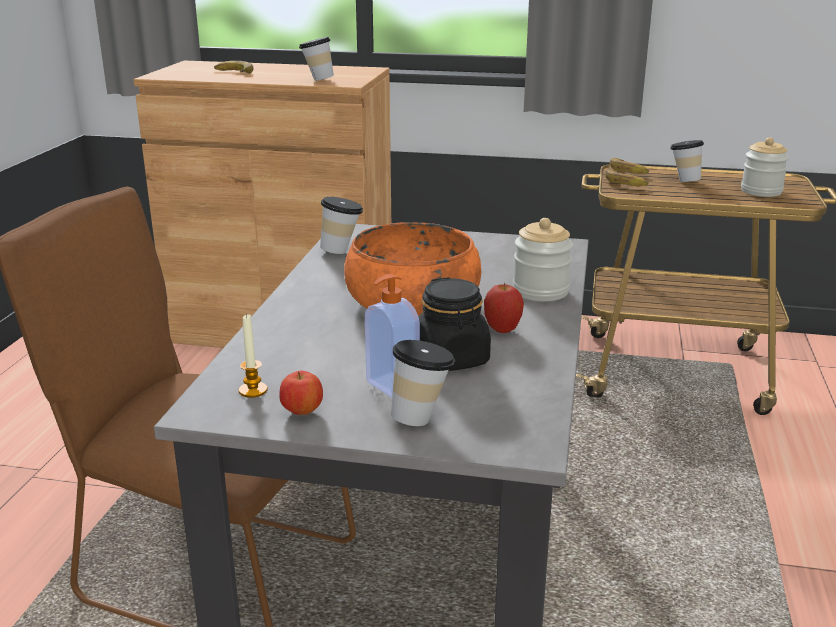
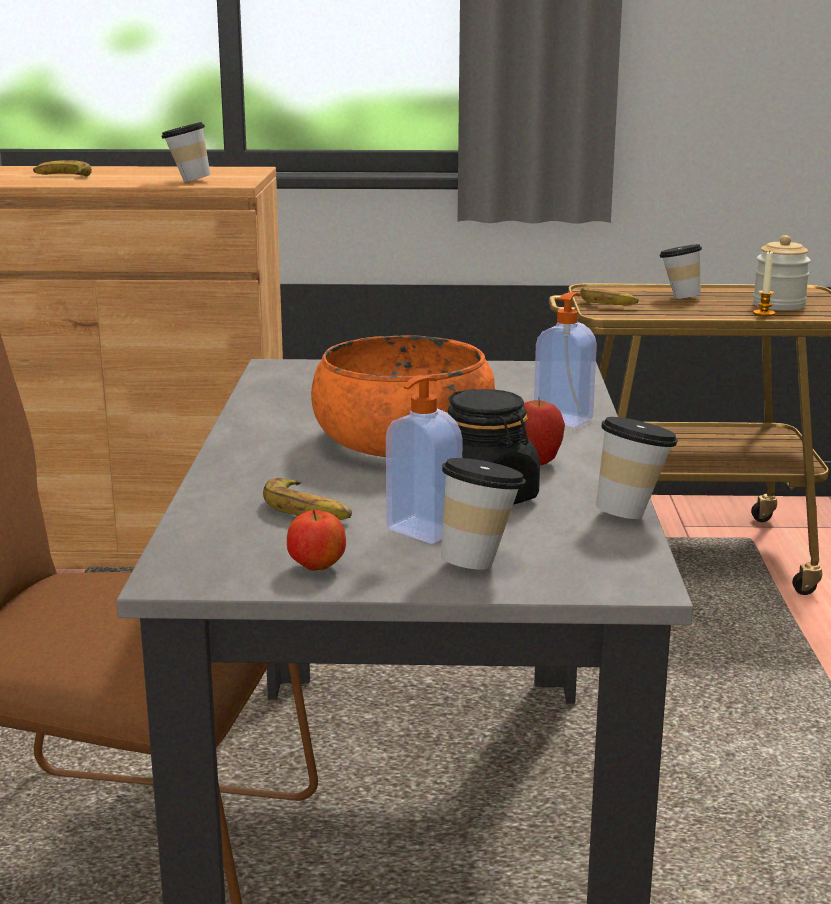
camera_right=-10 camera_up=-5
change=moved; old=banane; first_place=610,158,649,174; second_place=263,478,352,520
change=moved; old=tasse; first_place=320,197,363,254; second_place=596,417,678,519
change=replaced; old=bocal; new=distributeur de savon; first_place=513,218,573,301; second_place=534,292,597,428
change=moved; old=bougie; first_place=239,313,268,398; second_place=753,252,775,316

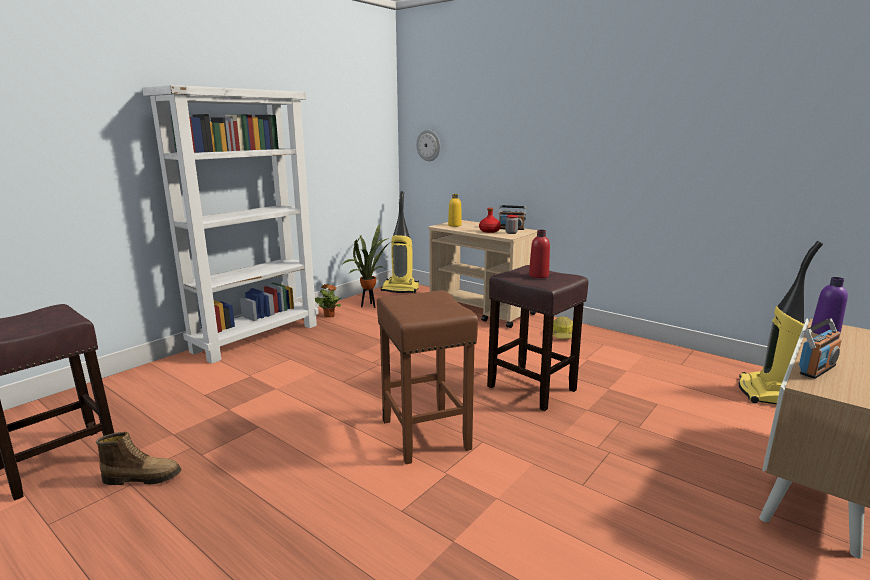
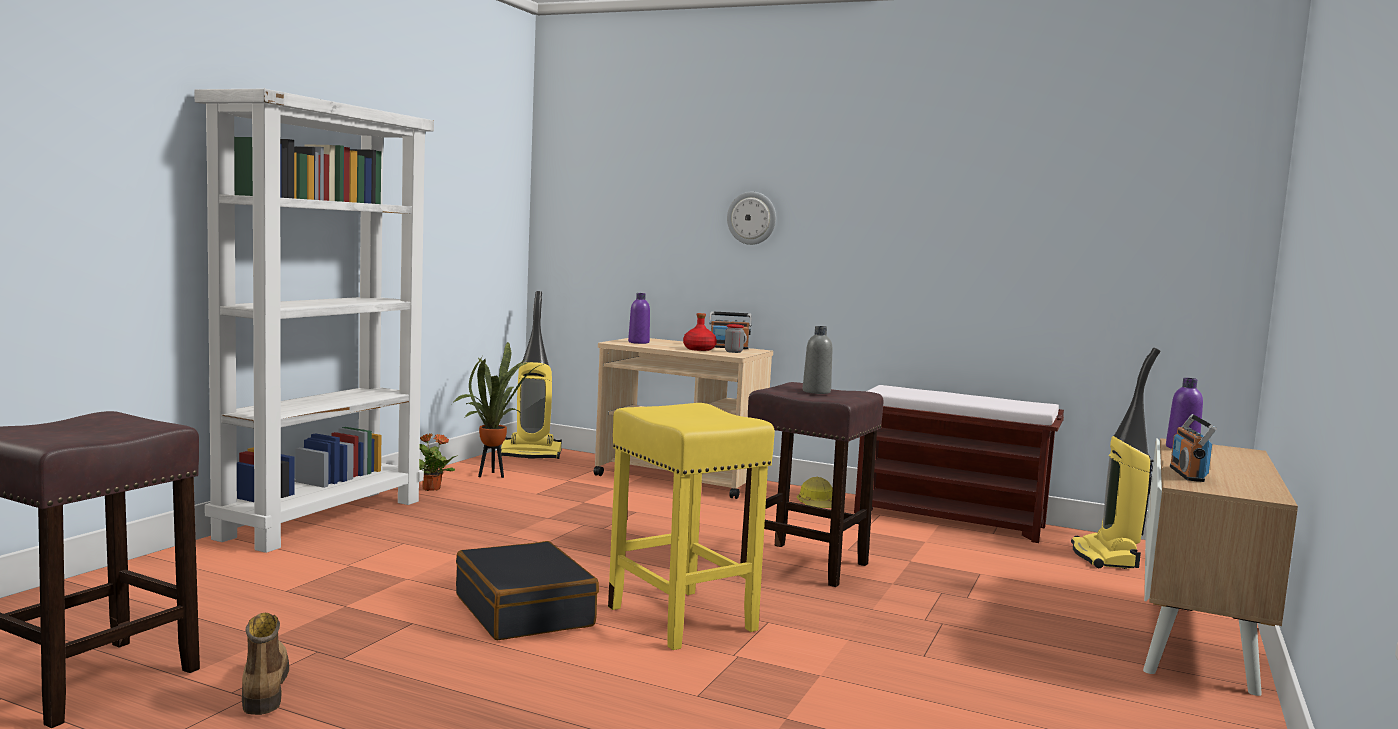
camera_right=-15 camera_up=-10
change=moved; old=horloge murale; first_place=416,130,440,161; second_place=727,192,776,245
change=recoloured; old=bouteille [jaune]; new=bouteille [violet]; first_place=448,194,462,227; second_place=628,293,650,344
change=recoloured; old=bouteille [rouge]; new=bouteille [gris]; first_place=529,230,550,278; second_place=803,326,833,394
change=recoloured; old=tabouret [marron]; new=tabouret [jaune]; first_place=377,290,478,464; second_place=608,403,775,650
change=turned; old=radio; first_place=799,318,841,379; second_place=1170,414,1217,482; degrees=150
change=turned; old=botte; first_place=96,432,181,485; second_place=242,613,289,715; degrees=-90
change=added; new=banc [marron]; second_place=854,385,1064,543
change=added; new=valise [noir]; second_place=456,541,599,640

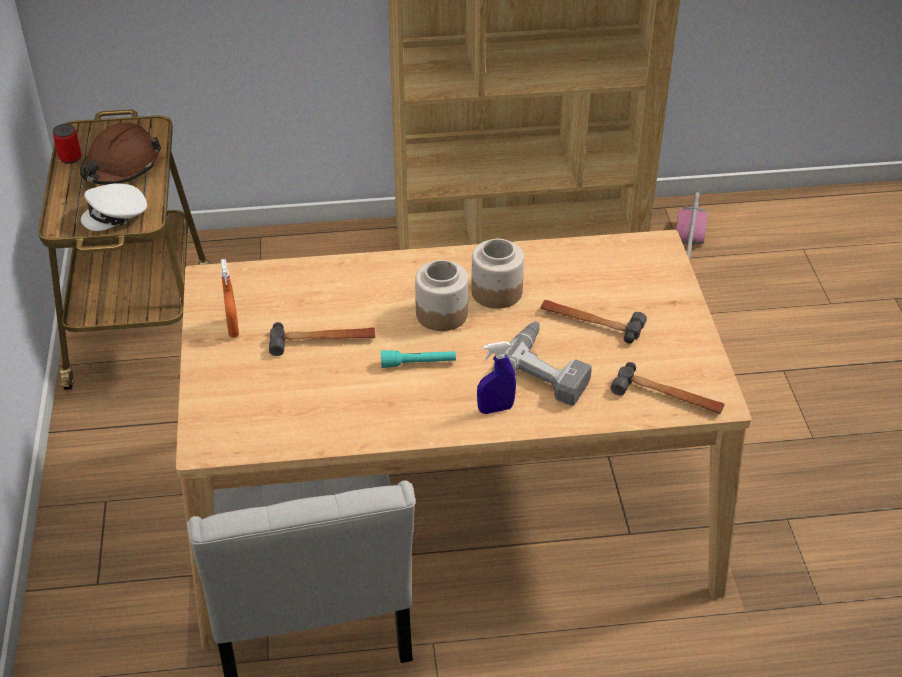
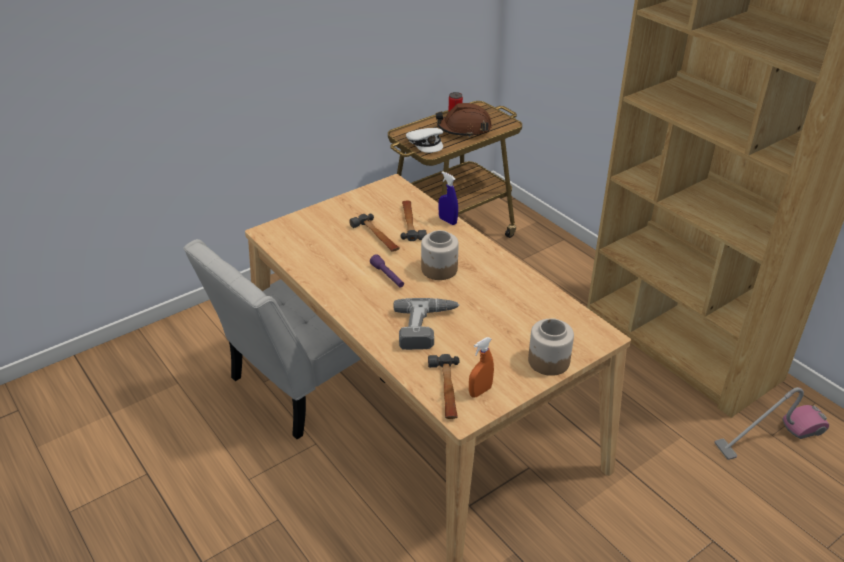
camera_right=60 camera_up=-5
change=turned; old=casquette [blanc]; first_place=81,183,147,231; second_place=406,128,443,153; degrees=-150
change=moved; old=bocal; first_place=471,239,524,309; second_place=528,318,574,376
change=moved; old=vaporisateur [orange]; first_place=221,259,239,337; second_place=469,337,494,398
change=moved; old=marteau; first_place=540,300,647,344; second_place=401,200,427,241
change=moved; old=vaporisateur [bleu]; first_place=477,341,516,414; second_place=438,171,458,225
change=recoloured; old=lampe de poche [turquoise]; new=lampe de poche [violet]; first_place=381,350,456,368; second_place=370,254,404,288

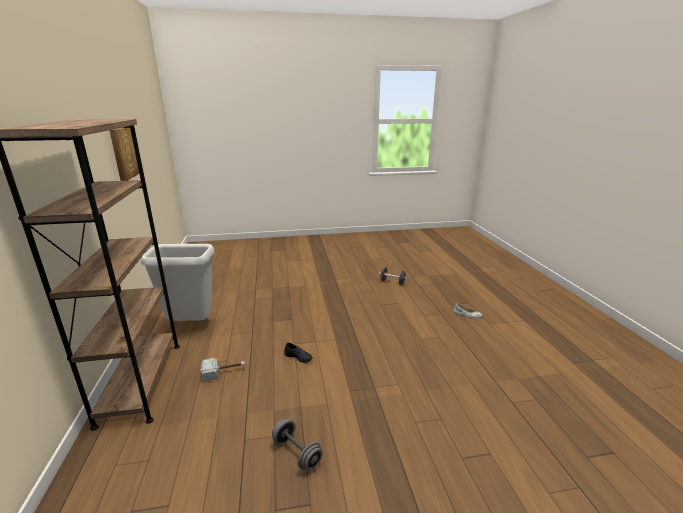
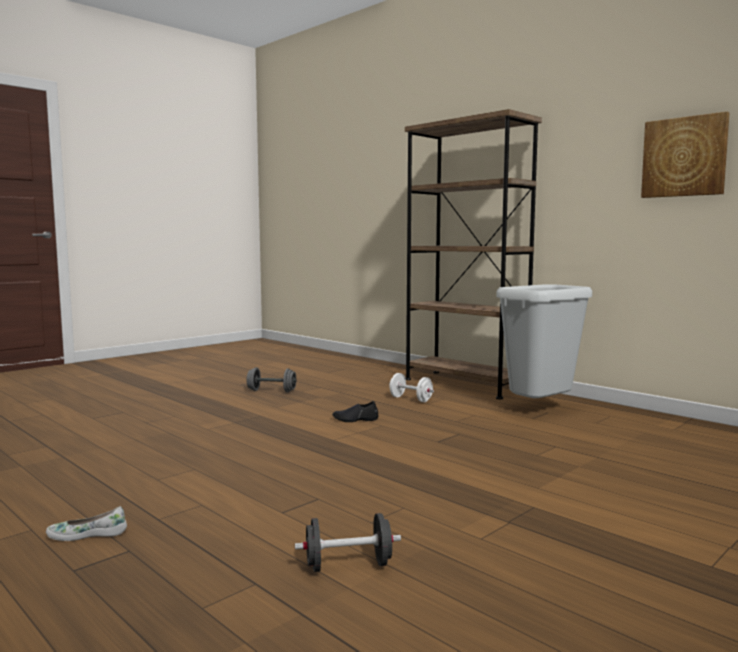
camera_right=145 camera_up=-15
change=replaced; old=marteau; new=haltère [blanc]; first_place=201,358,245,382; second_place=389,373,434,402

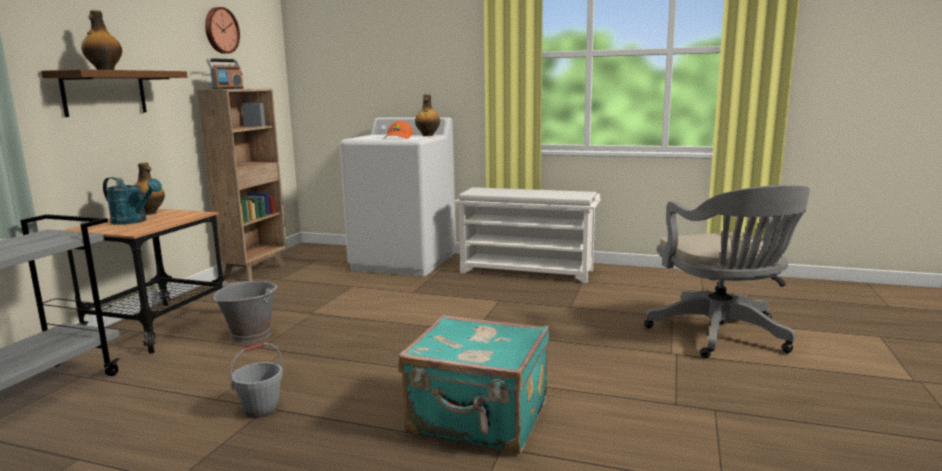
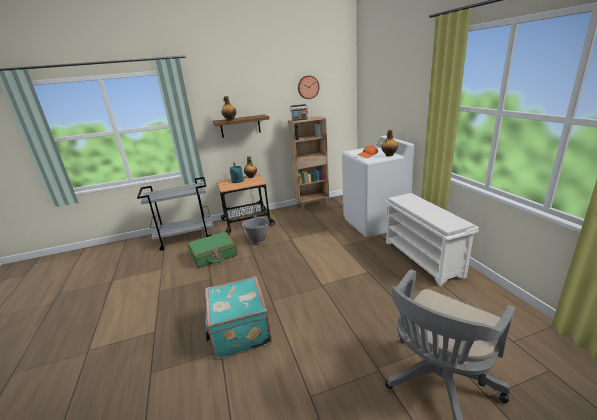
camera_right=55 camera_up=10
change=removed; old=seau [gris]; first_place=230,342,283,418
change=added; new=valise [vert]; second_place=188,232,238,268

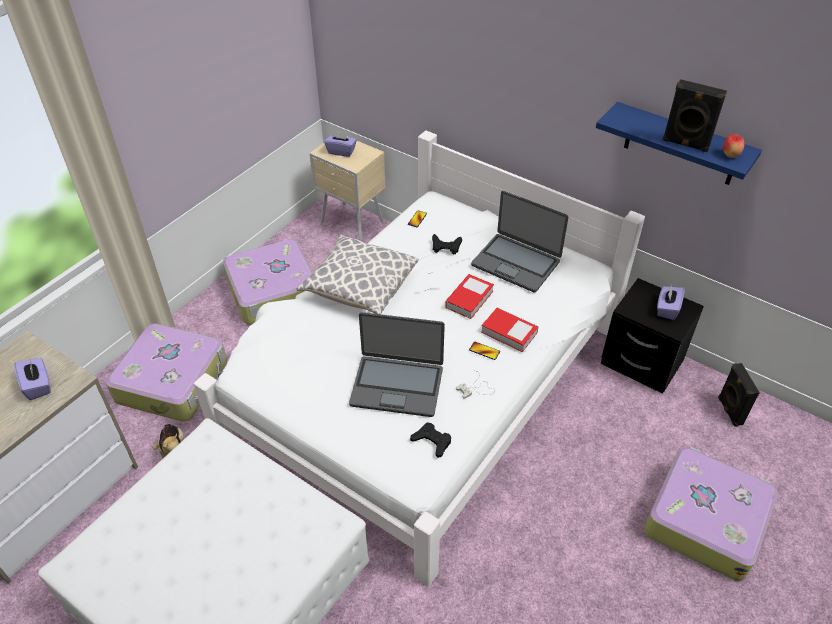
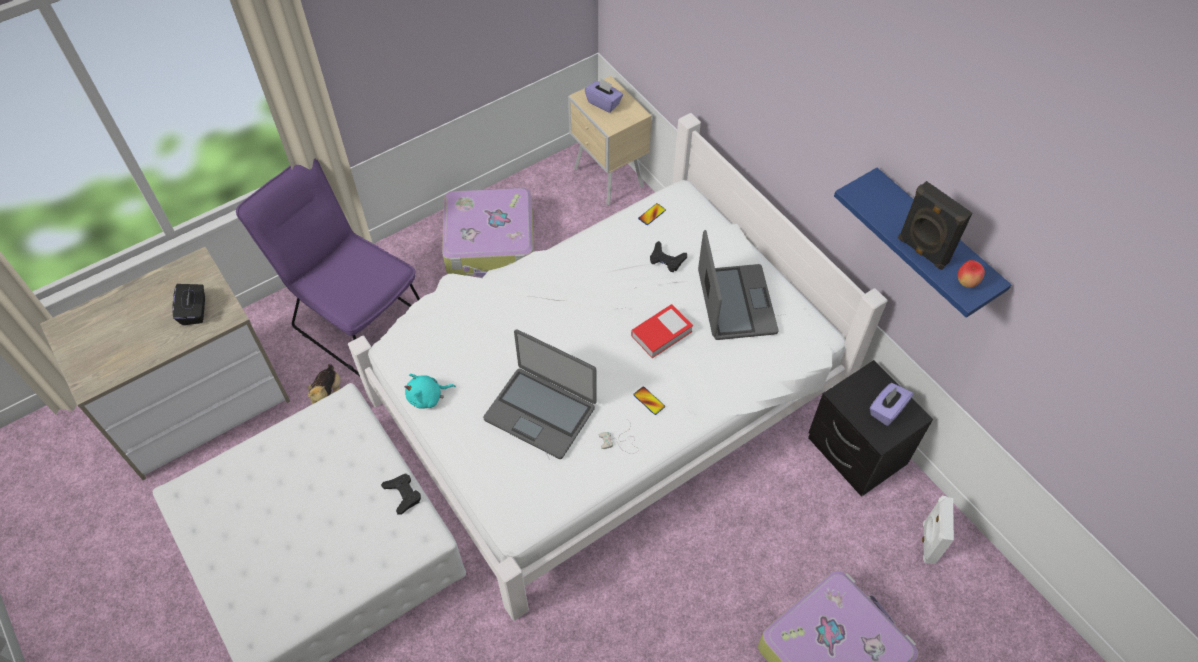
camera_right=20 camera_up=10
change=turned; old=ordinateur portable; first_place=471,191,568,293; second_place=698,230,778,340; degrees=-150
change=removed; old=coussin; first_place=297,234,419,314
change=removed; old=livre; first_place=481,308,538,352
change=replaced; old=valise; new=chaise [violet]; first_place=106,323,227,422; second_place=236,159,420,376
change=recoloured; old=boîte à mouchoirs [violet]; new=boîte à mouchoirs [noir]; first_place=14,358,51,400; second_place=172,284,205,325
change=recoloured; old=enceinte [noir]; new=enceinte [blanc]; first_place=718,363,760,427; second_place=922,496,954,564
change=moved; old=manette [noir]; first_place=410,423,451,458; second_place=381,474,421,515
change=added; new=peluche [turquoise]; second_place=404,374,456,409

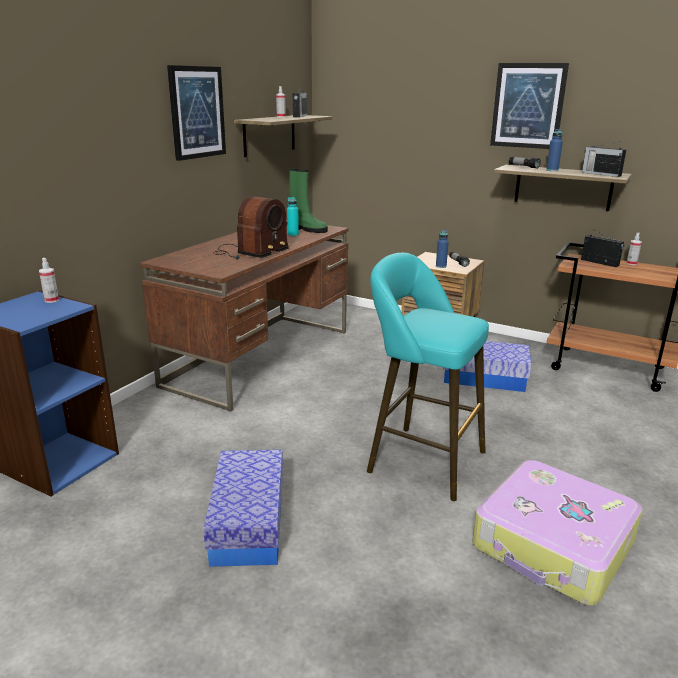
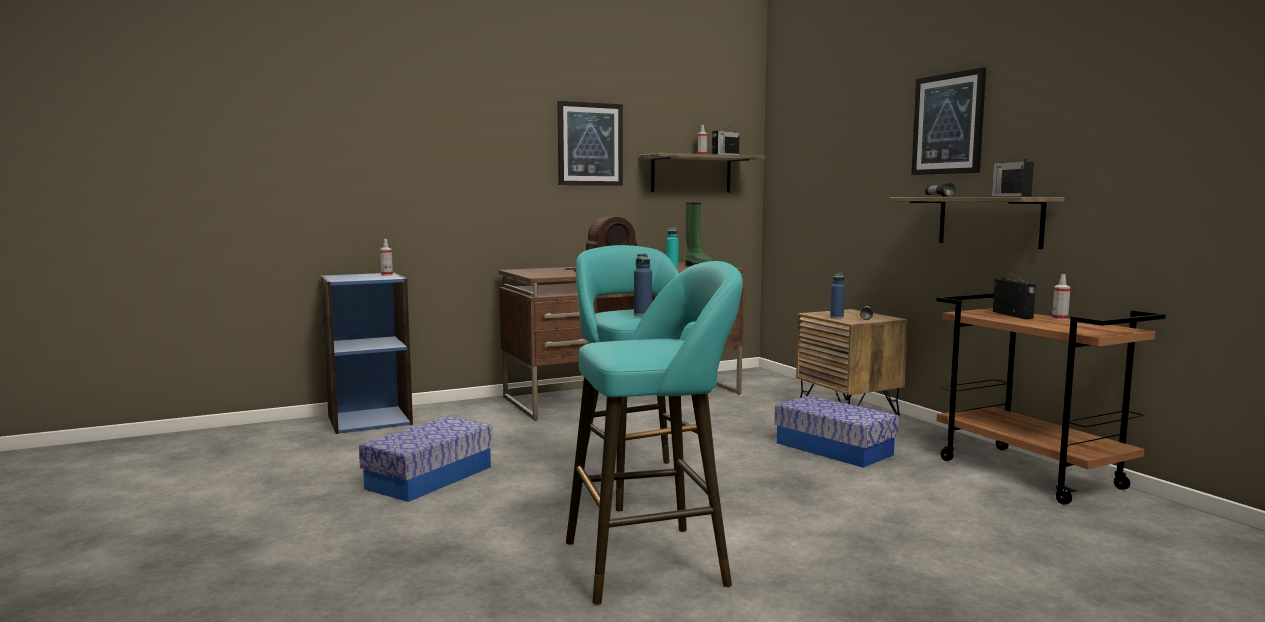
camera_right=35 camera_up=-15
change=moved; old=bouteille [bleu]; first_place=546,129,563,171; second_place=634,254,652,316
change=replaced; old=valise; new=tabouret [turquoise]; first_place=472,460,642,606; second_place=566,261,743,605

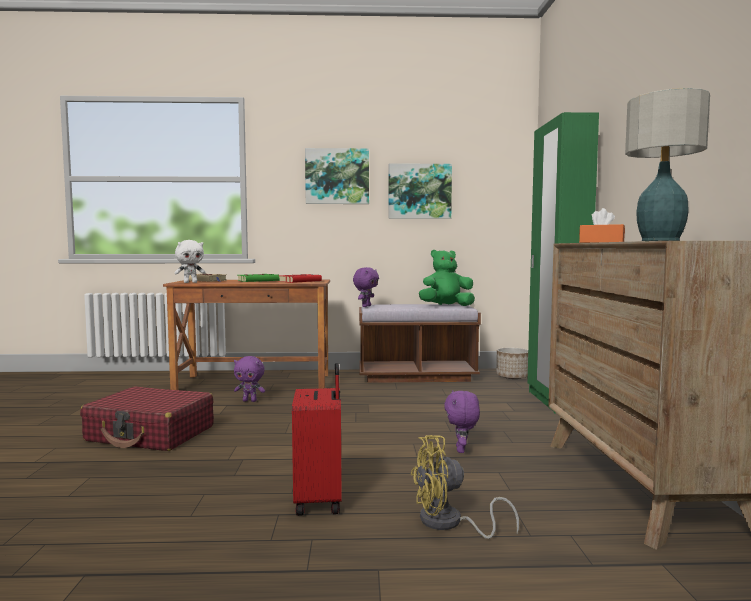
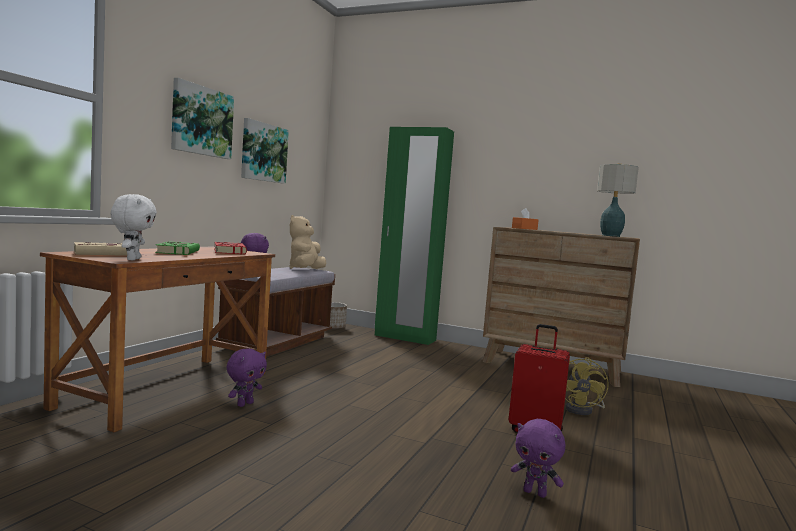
camera_right=-65 camera_up=0
change=recoloured; old=peluche [vert]; new=peluche [beige]; first_place=419,250,475,306; second_place=289,215,327,269
change=removed; old=valise [rouge]; first_place=80,386,214,451
change=moved; old=peluche [violet]; first_place=444,390,480,453; second_place=511,419,565,498

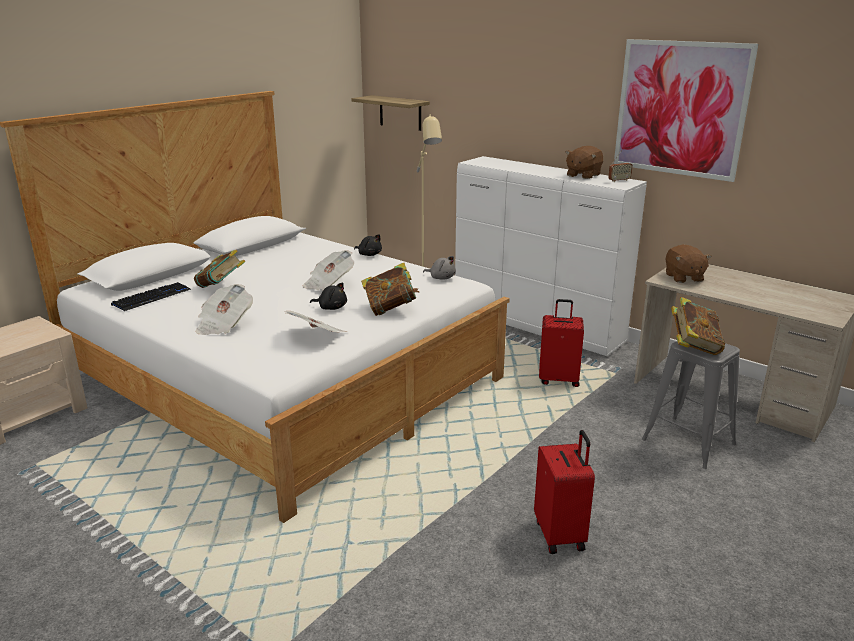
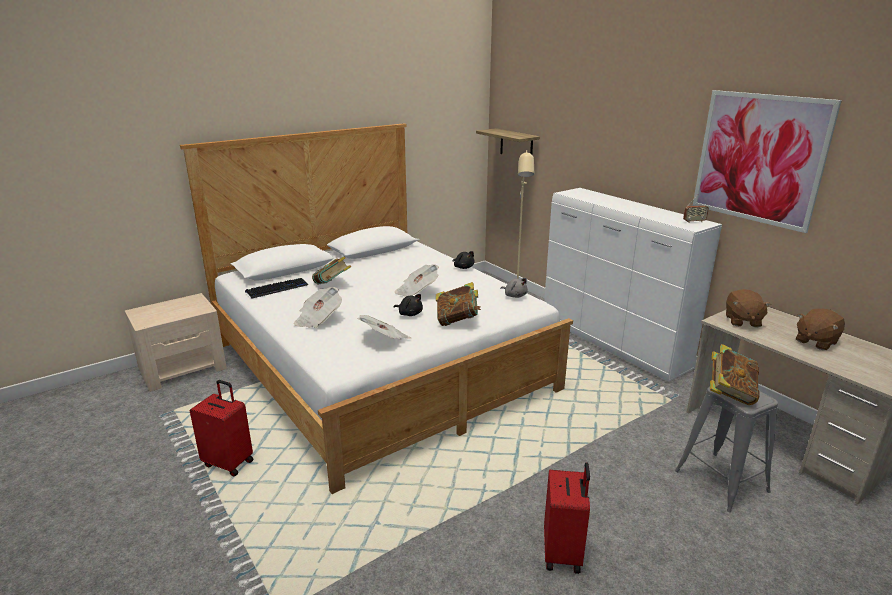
camera_right=15 camera_up=0
change=moved; old=peluche [marron]; first_place=566,146,603,179; second_place=796,309,845,350
change=moved; old=valise [rouge]; first_place=539,299,584,387; second_place=190,380,253,477

